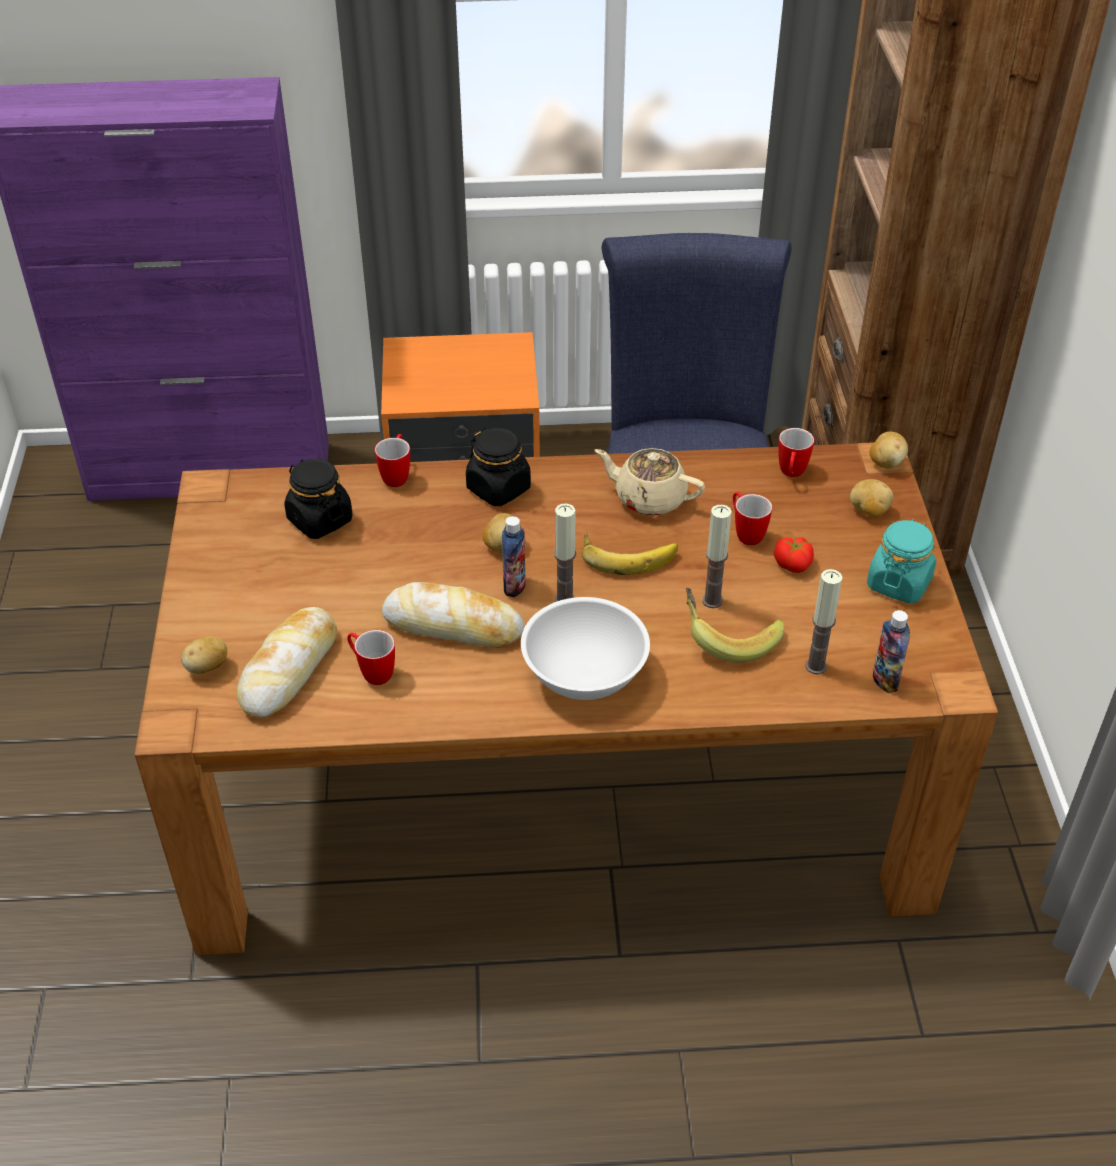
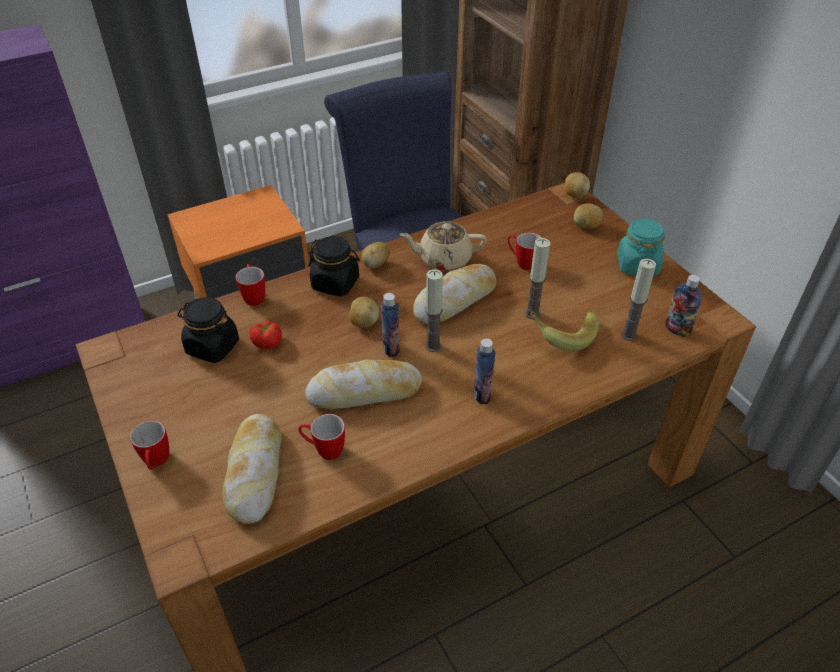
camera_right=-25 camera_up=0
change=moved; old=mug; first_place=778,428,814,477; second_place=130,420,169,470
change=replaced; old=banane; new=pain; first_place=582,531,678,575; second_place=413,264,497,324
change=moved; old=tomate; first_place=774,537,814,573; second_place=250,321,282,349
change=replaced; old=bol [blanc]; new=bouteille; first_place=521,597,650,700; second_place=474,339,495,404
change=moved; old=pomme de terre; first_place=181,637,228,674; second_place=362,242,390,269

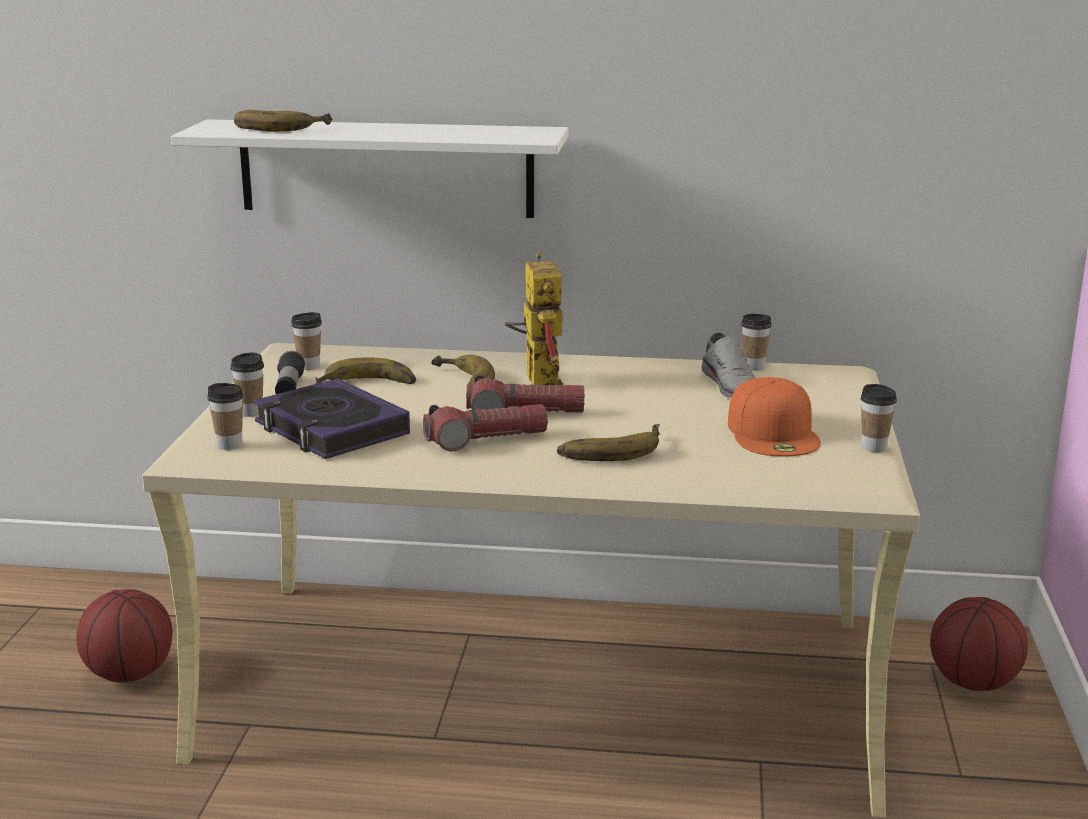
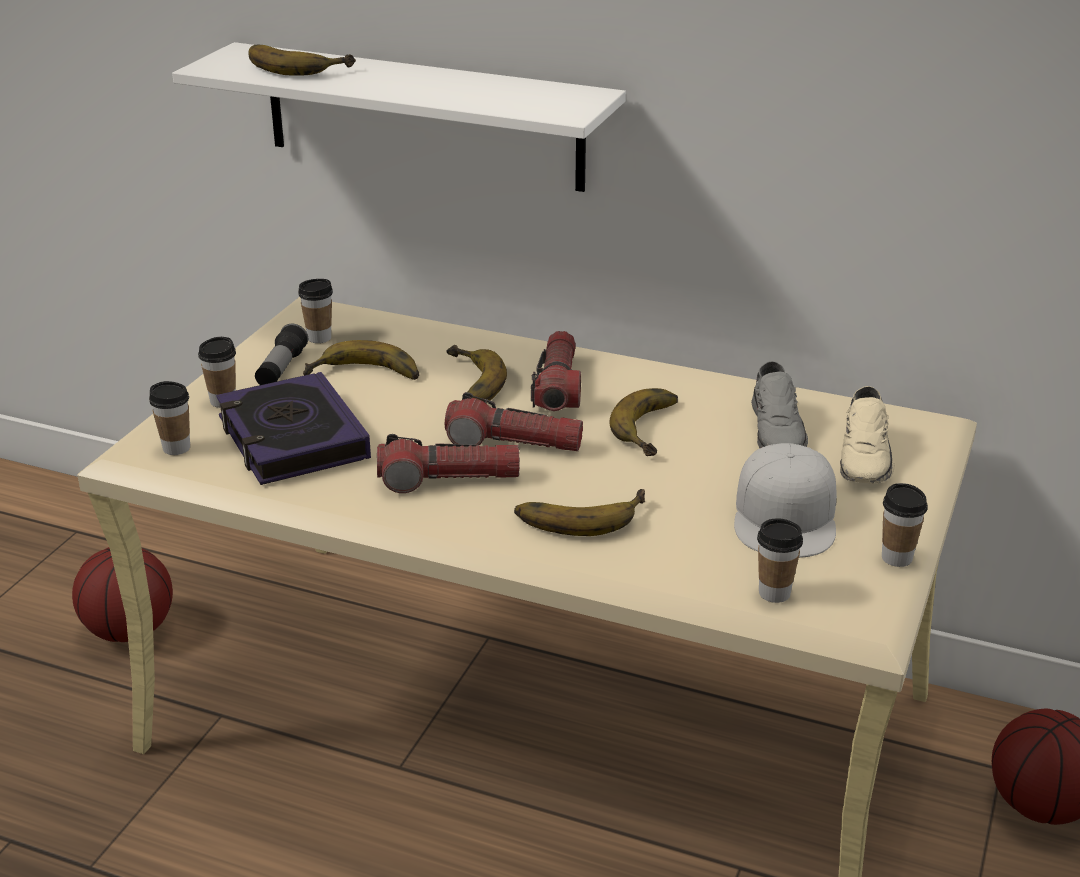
camera_right=15 camera_up=10
change=replaced; old=robot jouet; new=lampe de poche; first_place=505,253,564,386; second_place=531,331,581,411
change=moved; old=tasse; first_place=741,314,772,371; second_place=757,518,803,603
change=recoloured; old=casquette [orange]; new=casquette [blanc]; first_place=728,377,821,456; second_place=734,443,837,558
change=added; new=chaussure [beige]; second_place=840,386,895,483
change=added; new=banane; second_place=609,388,678,456

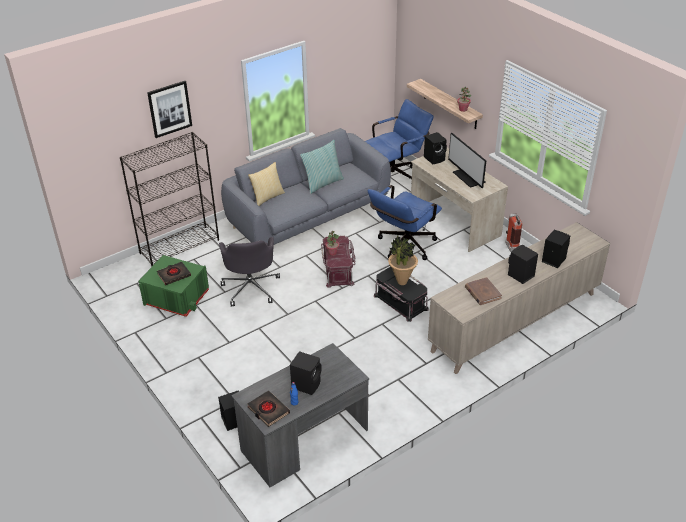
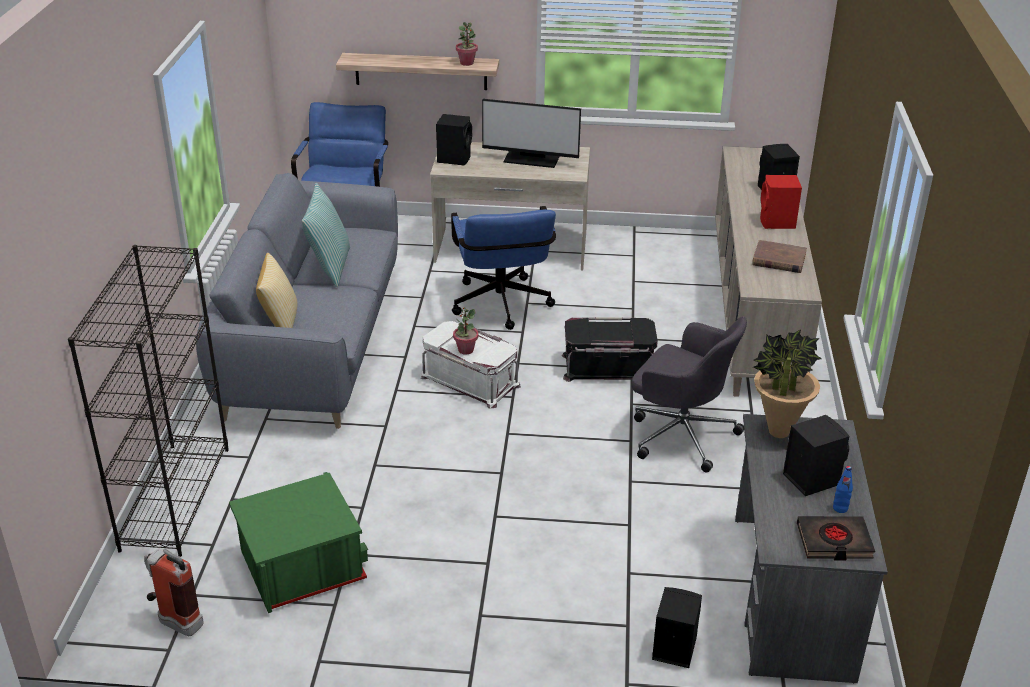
camera_right=-50 camera_up=-5
change=removed; old=tableau; first_place=147,81,192,138
change=moved; old=extincteur; first_place=505,213,522,252; second_place=144,548,204,636
change=moved; old=plante en pot; first_place=388,235,418,285; second_place=753,329,822,438
change=recoloured; old=boîte de rangement [rouge]; new=boîte de rangement [blanc]; first_place=321,236,355,288; second_place=420,321,521,408
change=moved; old=chaise de bureau [gris]; first_place=219,237,280,306; second_place=632,317,747,473
change=recoloured; old=enceinte [noir]; new=enceinte [rouge]; first_place=508,245,538,284; second_place=760,175,802,229
change=removed; old=livre [noir]; first_place=157,262,191,285

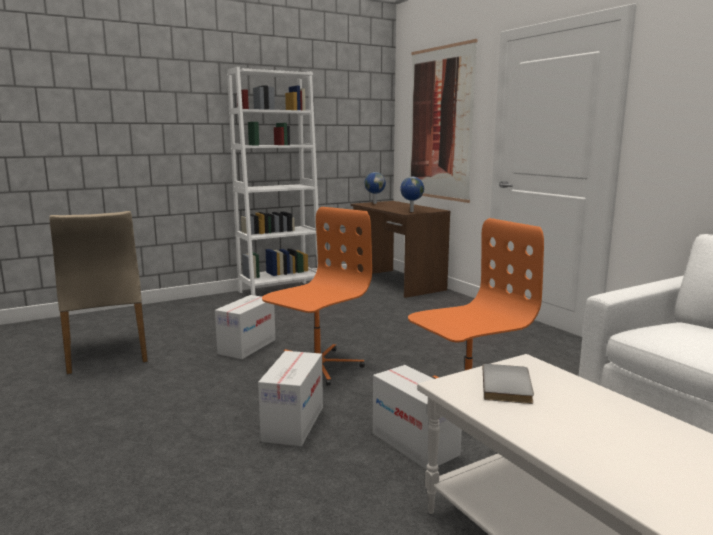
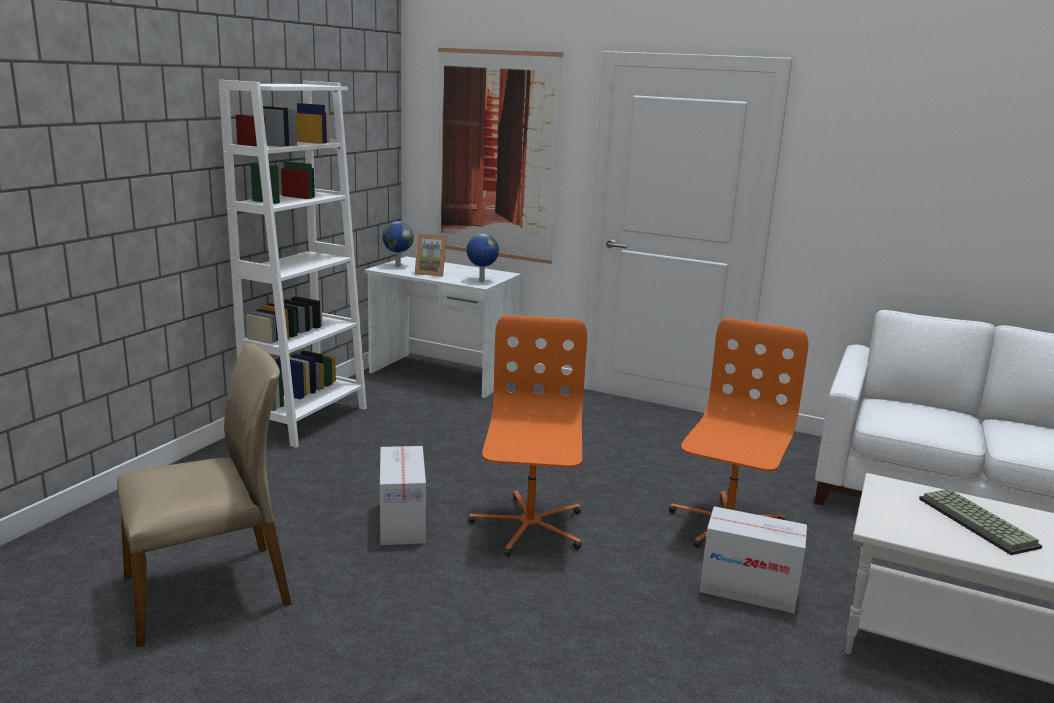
camera_right=-35 camera_up=5
change=recoloured; old=bureau [marron]; new=bureau [blanc]; first_place=351,201,451,298; second_place=365,257,521,398
change=turned; old=chaise [beige]; first_place=49,211,148,374; second_place=117,343,291,647; degrees=-60
change=removed; old=carton; first_place=258,351,323,446
change=removed; old=livre [gris]; first_place=483,364,534,404
change=added; new=cadre photo; second_place=414,234,447,276
change=added; new=clavier; second_place=919,489,1042,555

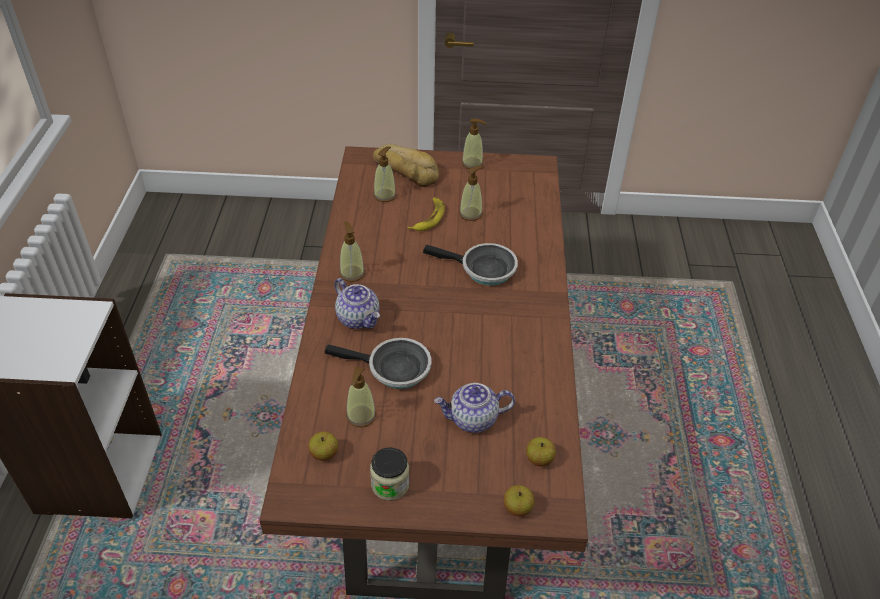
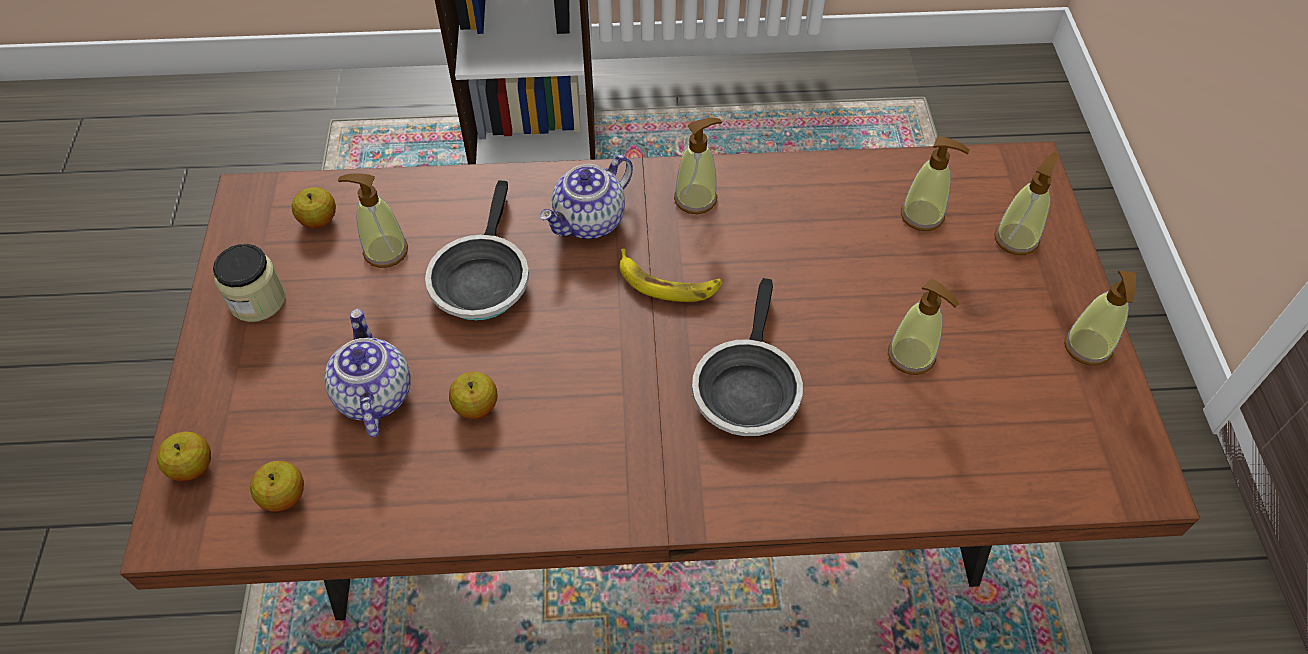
camera_right=85 camera_up=10
change=replaced; old=pain; new=distributeur de savon; first_place=373,144,439,187; second_place=994,153,1059,255
change=moved; old=banane; first_place=407,197,445,231; second_place=619,249,723,302
change=added; new=pomme; second_place=449,372,497,419

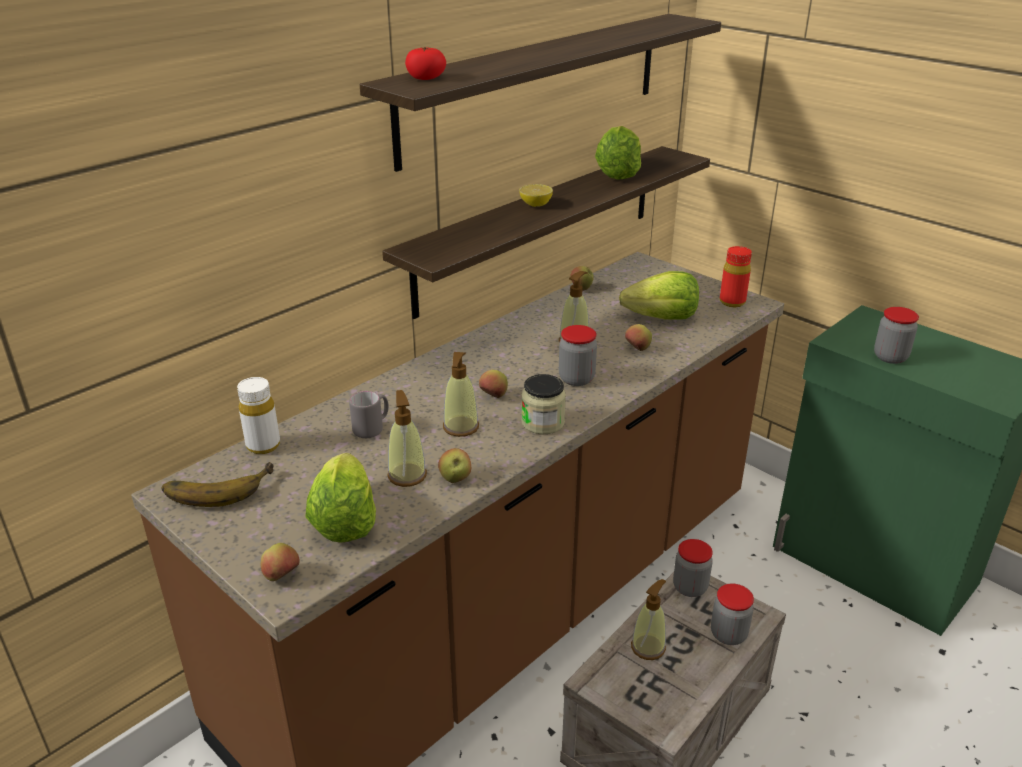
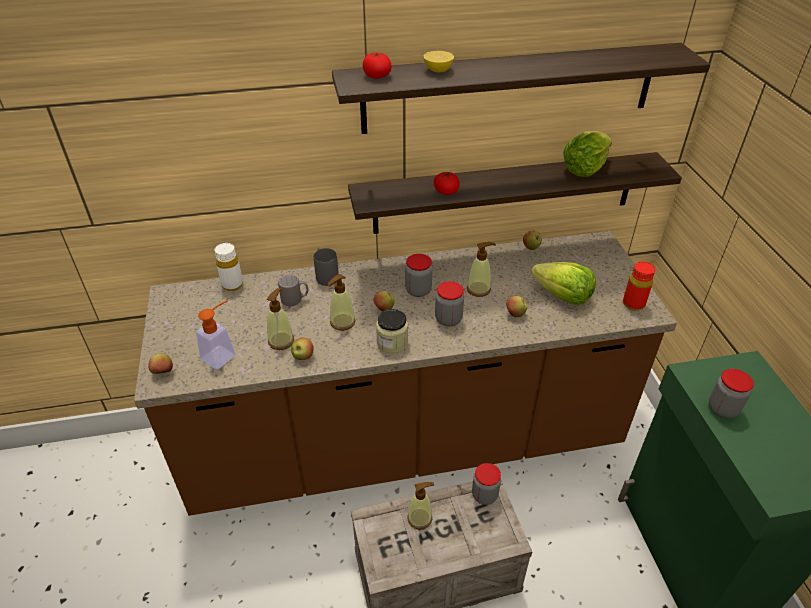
camera_right=35 camera_up=10
change=moved; old=citron; first_place=519,184,553,207; second_place=424,51,454,73
change=replaced; old=laitue; new=distributeur de savon; first_place=305,453,376,543; second_place=196,300,235,369
change=removed; old=banane; first_place=162,462,274,507
change=moved; old=bocal; first_place=711,583,754,645; second_place=405,254,432,297
change=added; new=tomate; second_place=434,172,460,195
change=added; new=mug [gris]; second_place=314,248,339,286

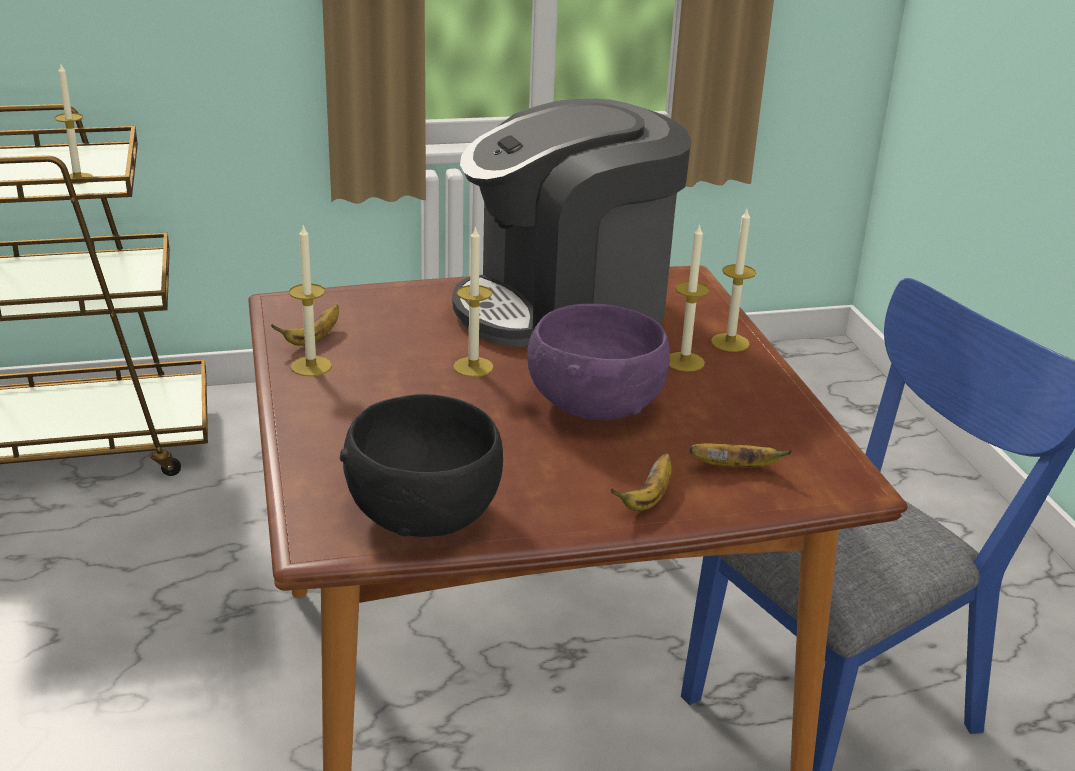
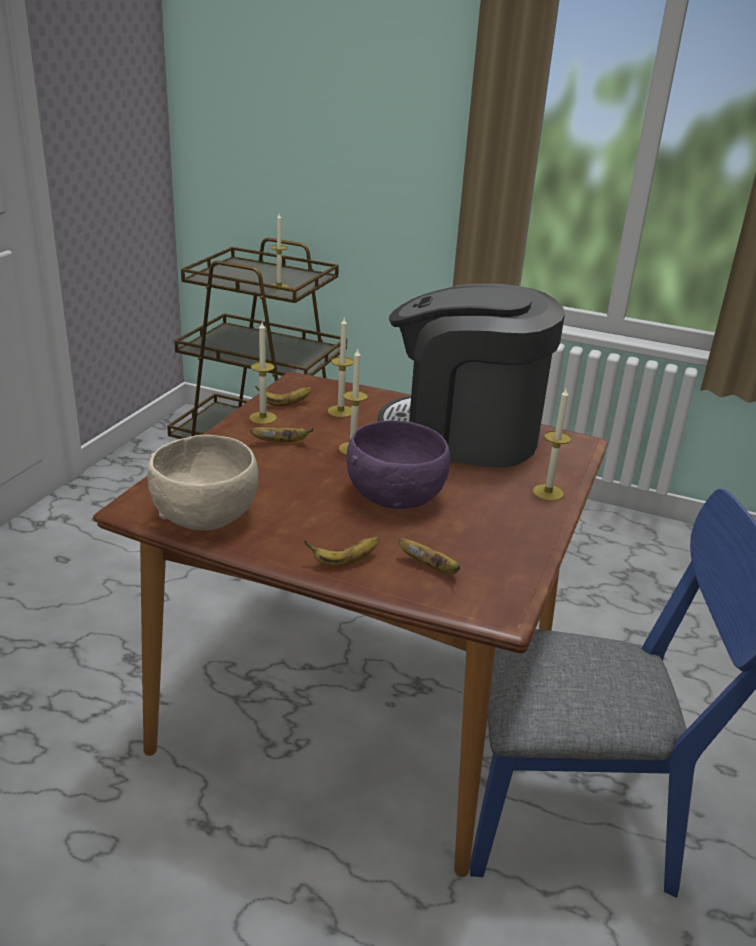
camera_right=35 camera_up=0
change=moved; old=bougie; first_place=669,223,710,372; second_place=328,316,354,417
change=recoloured; old=bol [noir]; new=bol [beige]; first_place=340,394,503,537; second_place=147,435,258,530
change=added; new=banane; second_place=250,427,313,442

